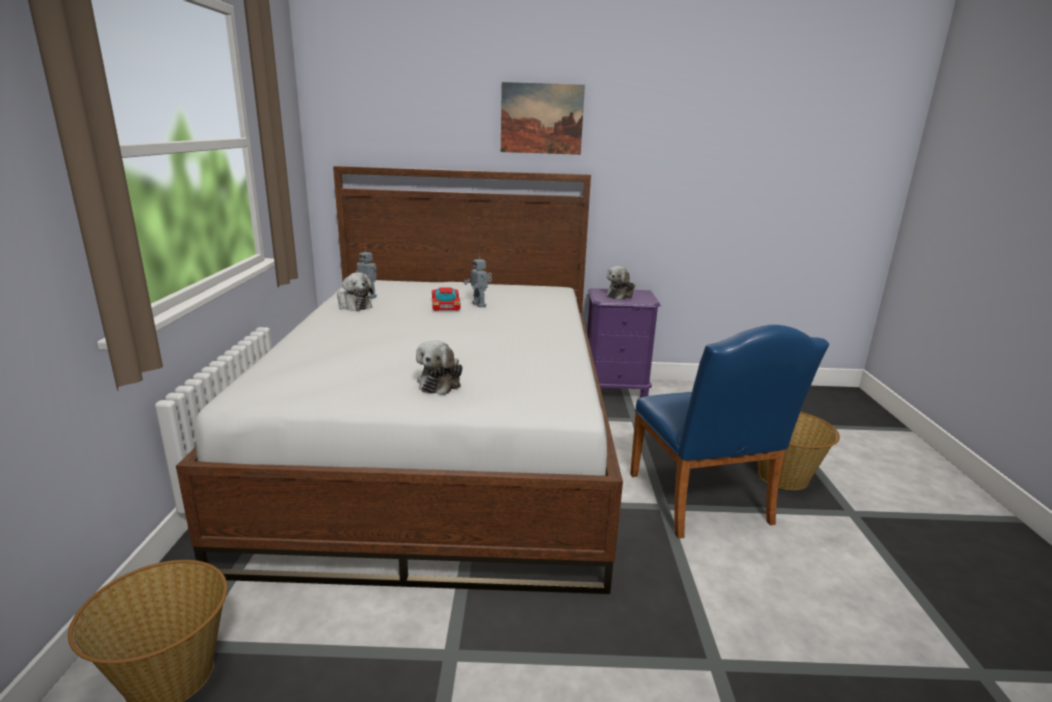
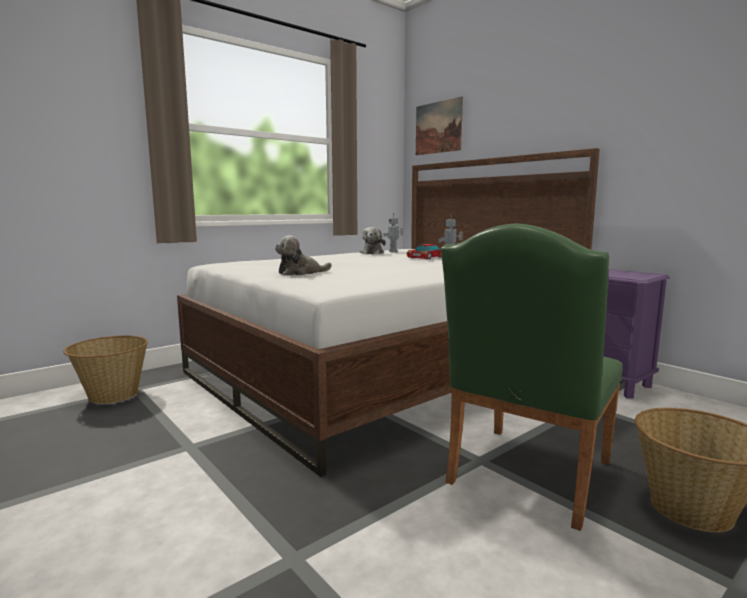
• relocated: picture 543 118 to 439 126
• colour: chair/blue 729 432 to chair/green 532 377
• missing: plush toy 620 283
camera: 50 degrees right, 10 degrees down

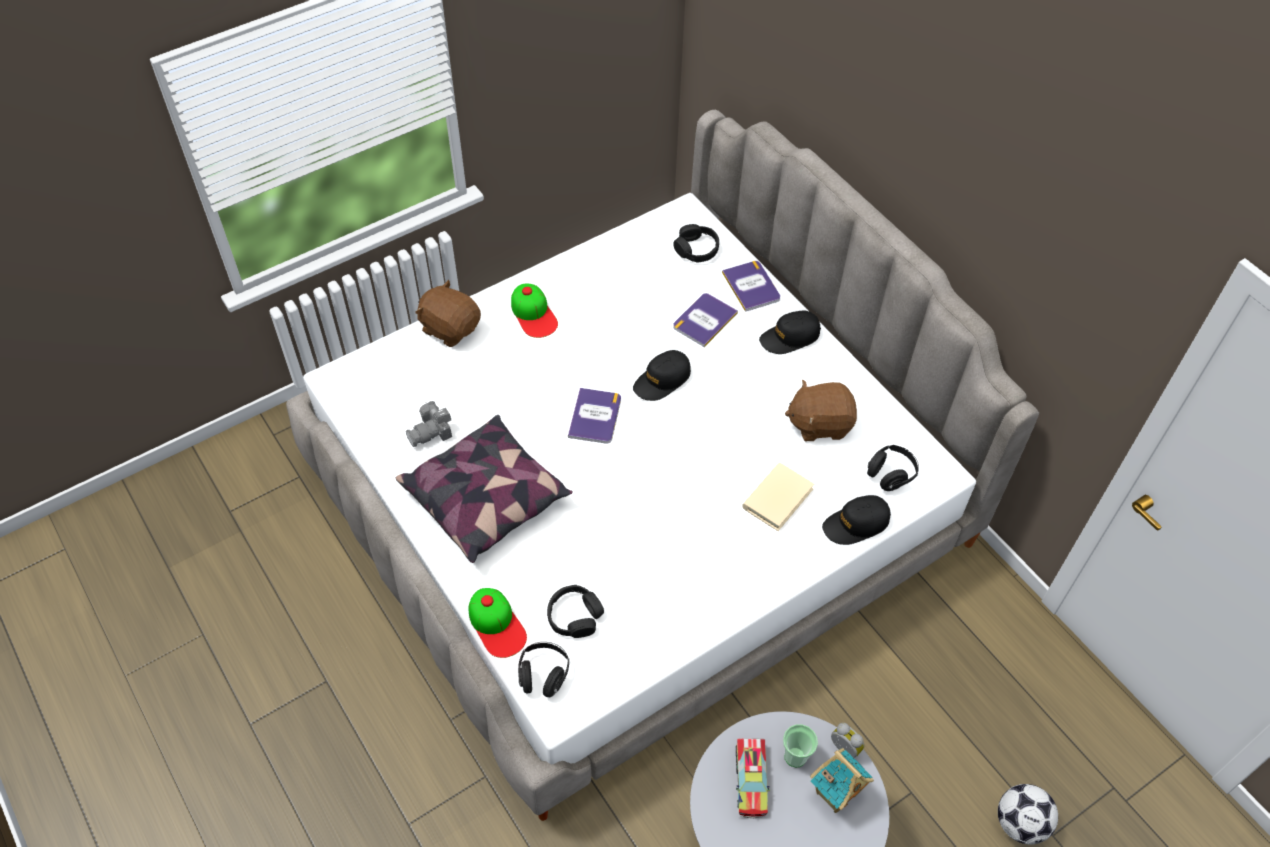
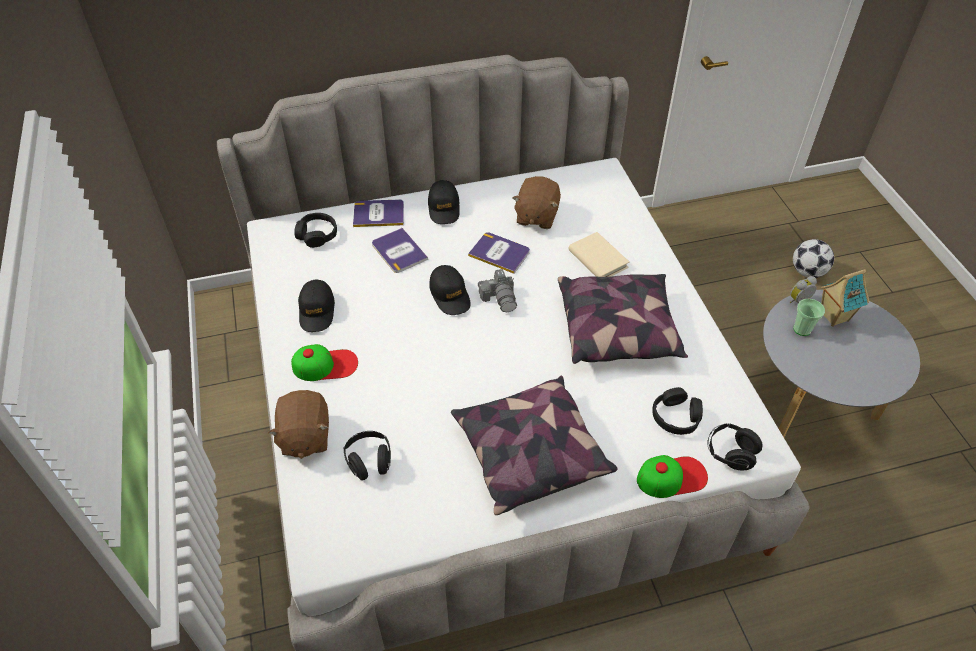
• spun: plush toy/brown 448 313 = 298 424 60 degrees counterclockwise
• relocated: cap/black 856 520 to 316 305
• relocated: headphones/black 893 468 to 367 455
• relocated: book 594 416 to 499 253
• relocated: photo camera 429 424 to 497 290
• appeared: pillow 623 319
• missing: toy truck 753 778
camera: 70 degrees left, 5 degrees down

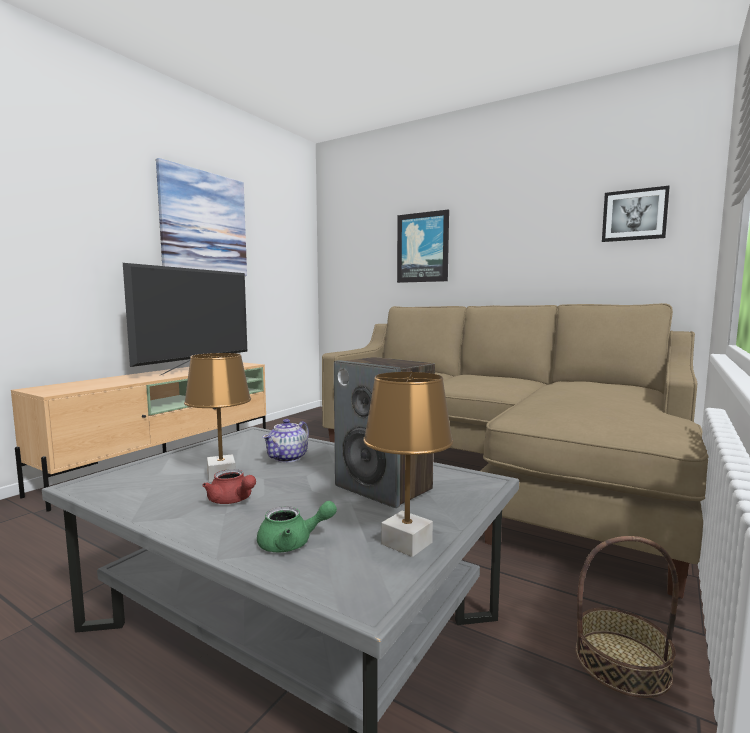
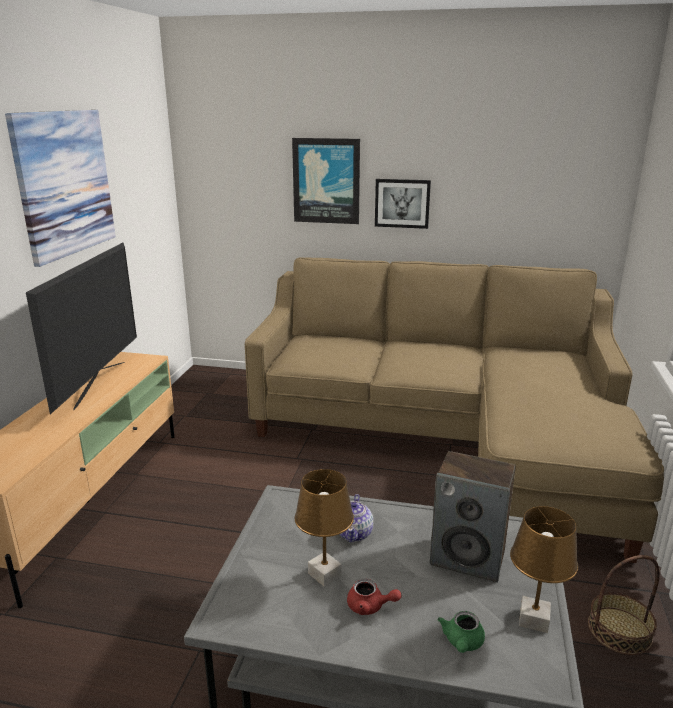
• relocated: picture 636 213 to 403 204
• spun: teapot/green 297 526 = 461 632 135 degrees clockwise
camera: 20 degrees left, 15 degrees up

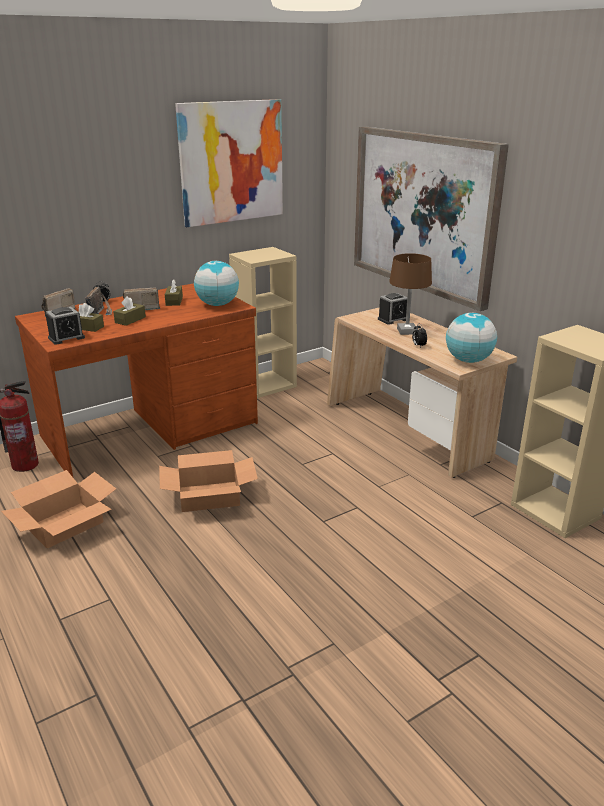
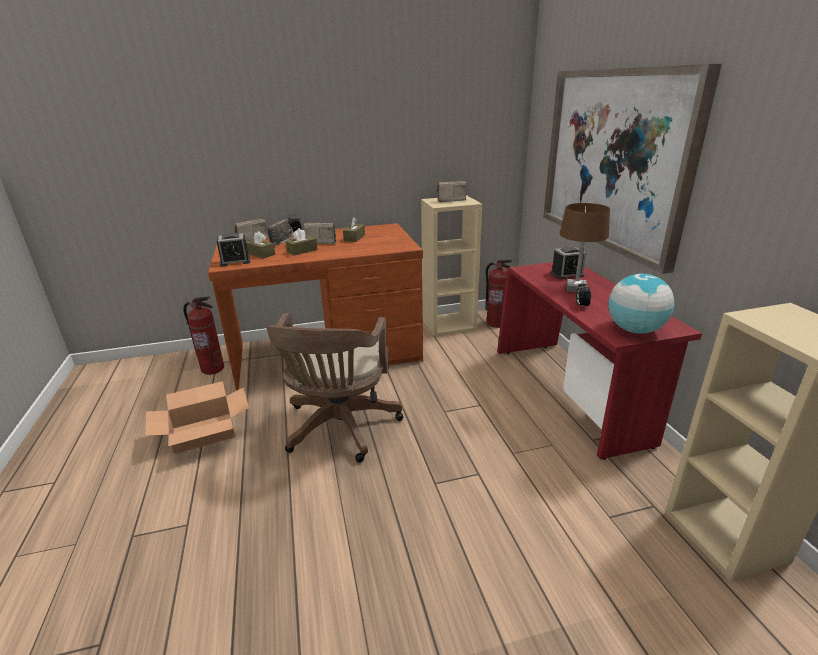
• exchanged: cardboard box 208 481 to office chair/brown 334 388
• appeared: radio 452 191
• appeared: fire extinguisher 499 293
• colour: desk/beige 422 393 to desk/red 599 361
• missing: picture 229 163
• missing: globe 216 283
camera: 20 degrees right, 0 degrees up

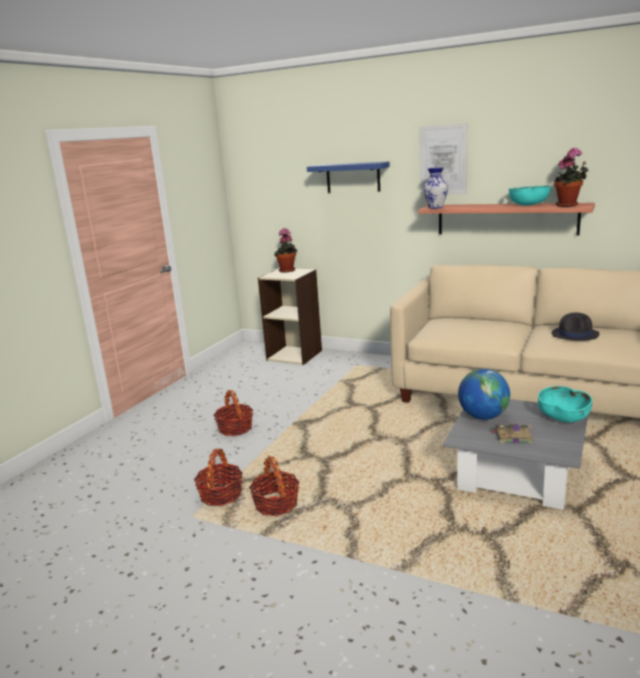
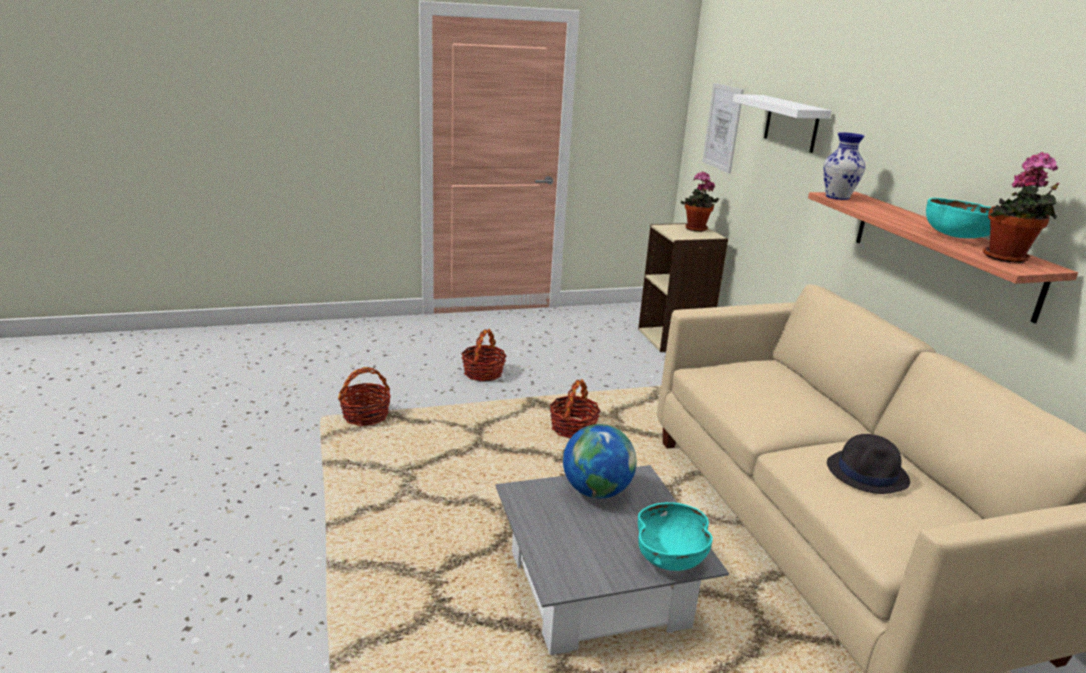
• relocated: basket 274 486 to 575 408
• relocated: picture 443 159 to 723 128
• colour: shelf/blue 348 177 to shelf/white 782 123
• missing: book 511 433
camera: 45 degrees right, 5 degrees up

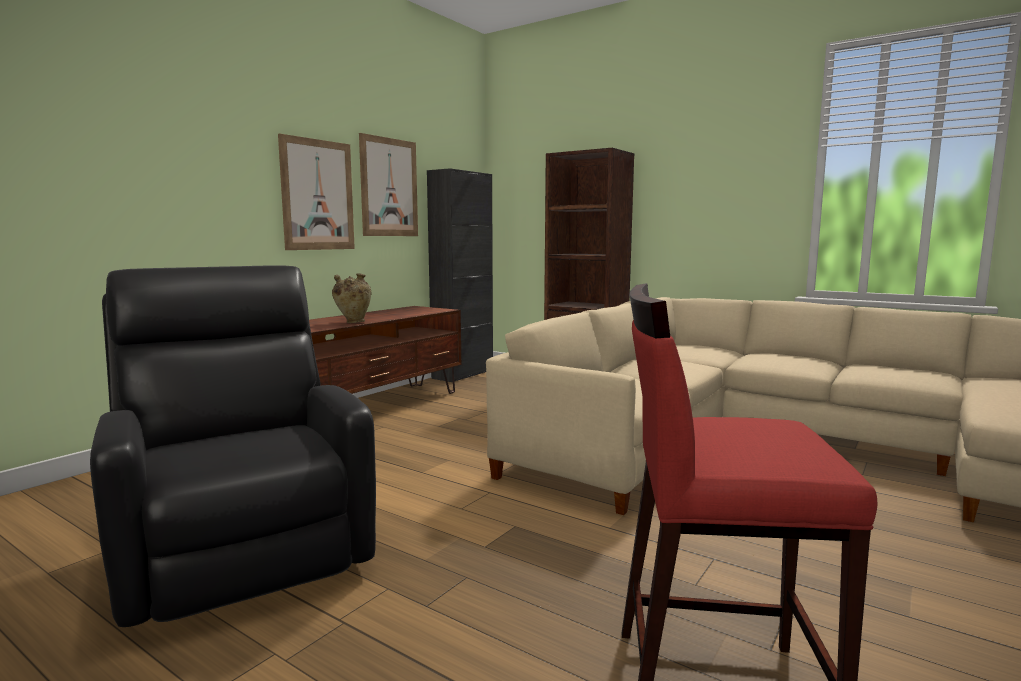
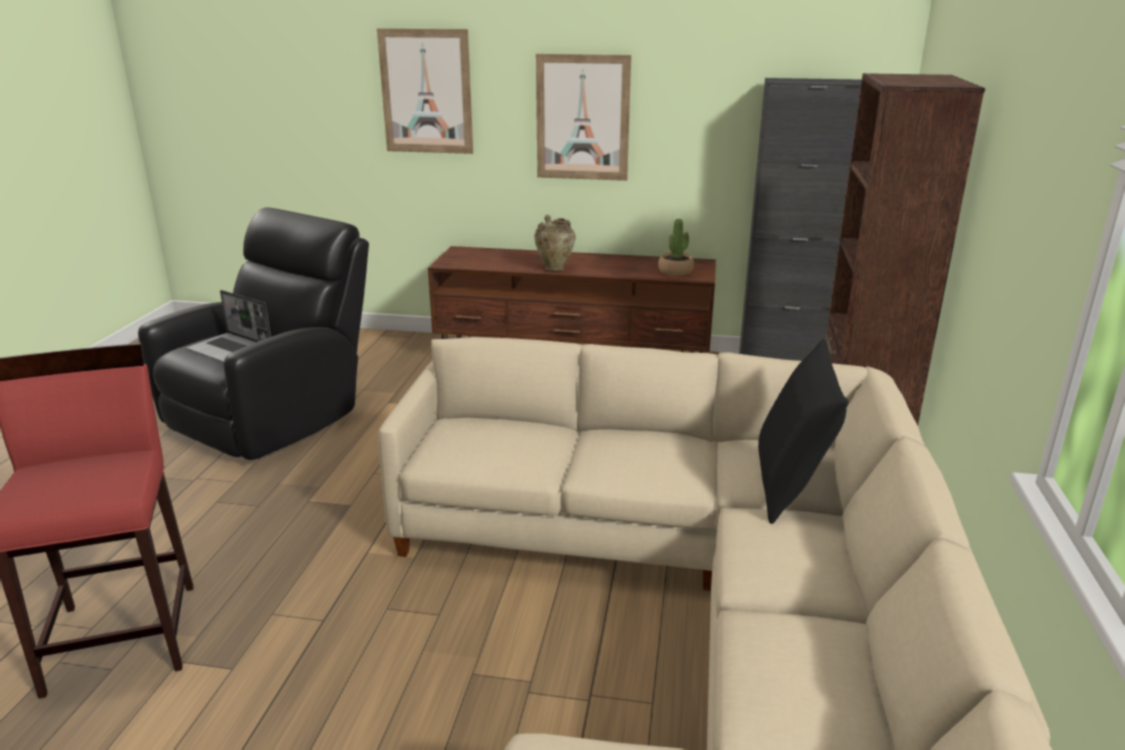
• appeared: laptop 229 326
• relocated: picture 388 184 to 425 91
• appeared: potted plant 676 247
• appeared: pillow/black 803 431
camera: 65 degrees right, 15 degrees up

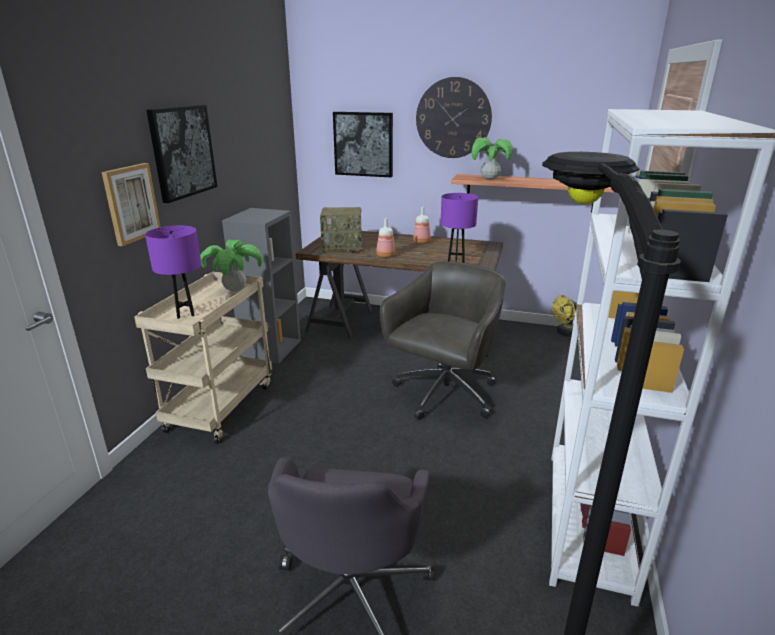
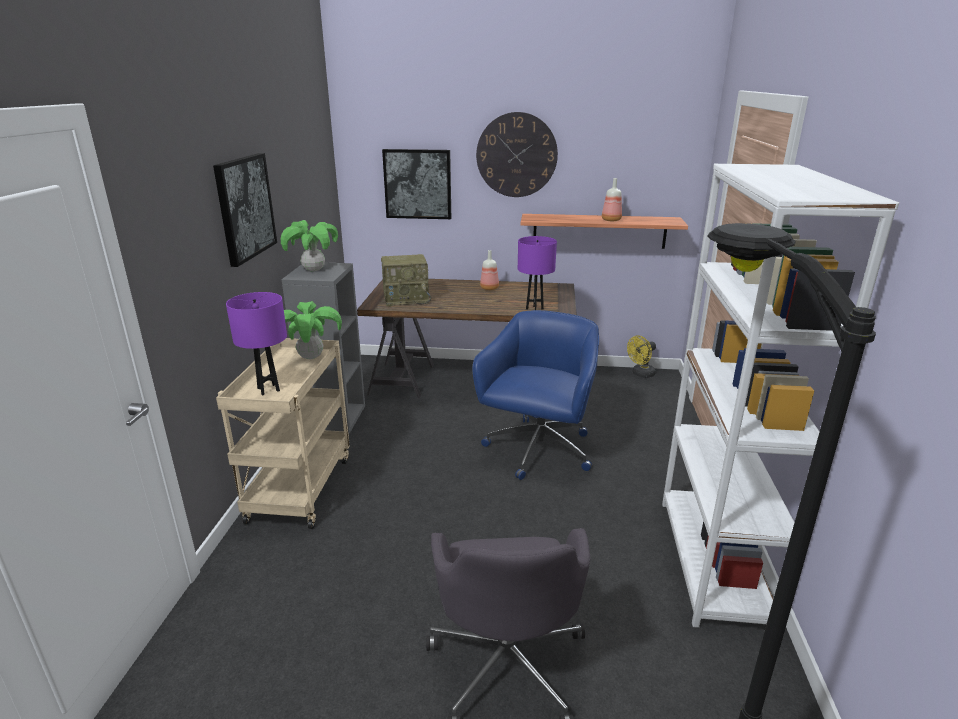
• relocated: potted plant 492 158 to 309 246
• colour: office chair/grey 443 340 to office chair/blue 536 395
• relocated: bottle 385 238 to 612 199
• missing: picture 131 204
camera: 10 degrees left, 0 degrees up

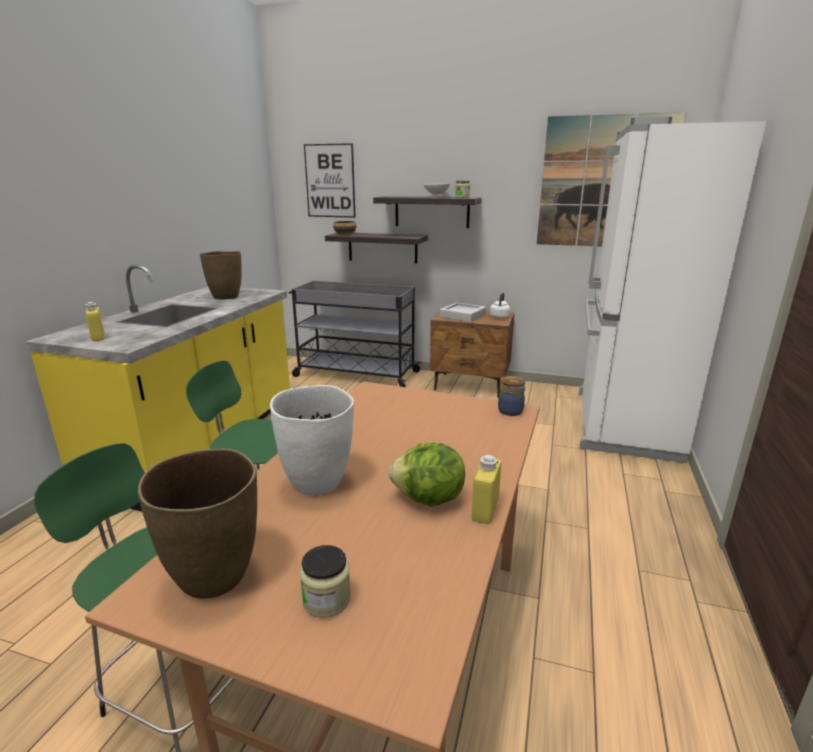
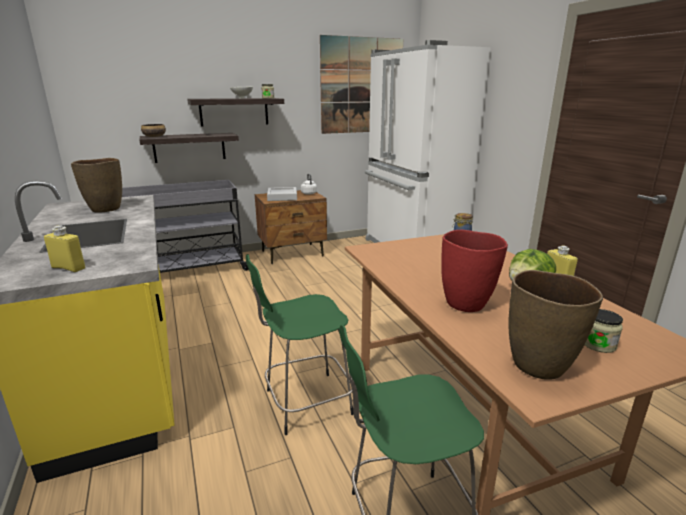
• colour: vase/white 312 440 to vase/red 474 271
• missing: picture 330 180
camera: 40 degrees left, 0 degrees up

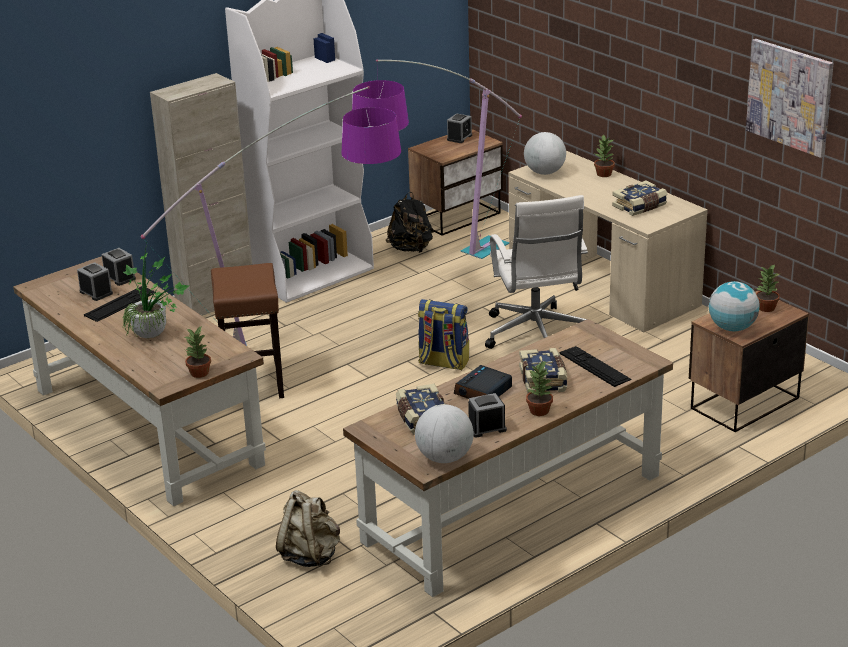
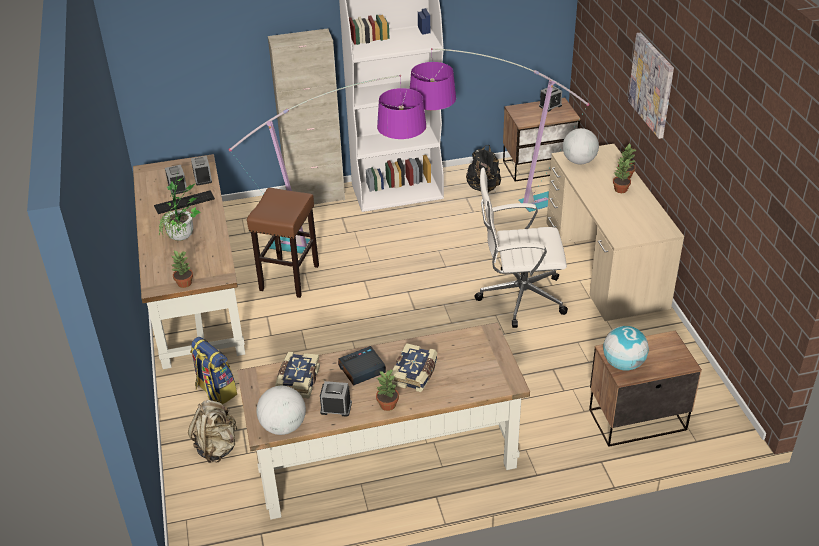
• relocated: backpack 443 334 to 213 371
• spun: office chair/white 536 272 = 521 248 75 degrees clockwise
• relocated: potted plant 768 288 to 622 175
• relocated: picture 789 98 to 651 86
• missing: keyboard 595 366
• missing: book 639 198
camera: 25 degrees right, 10 degrees up

